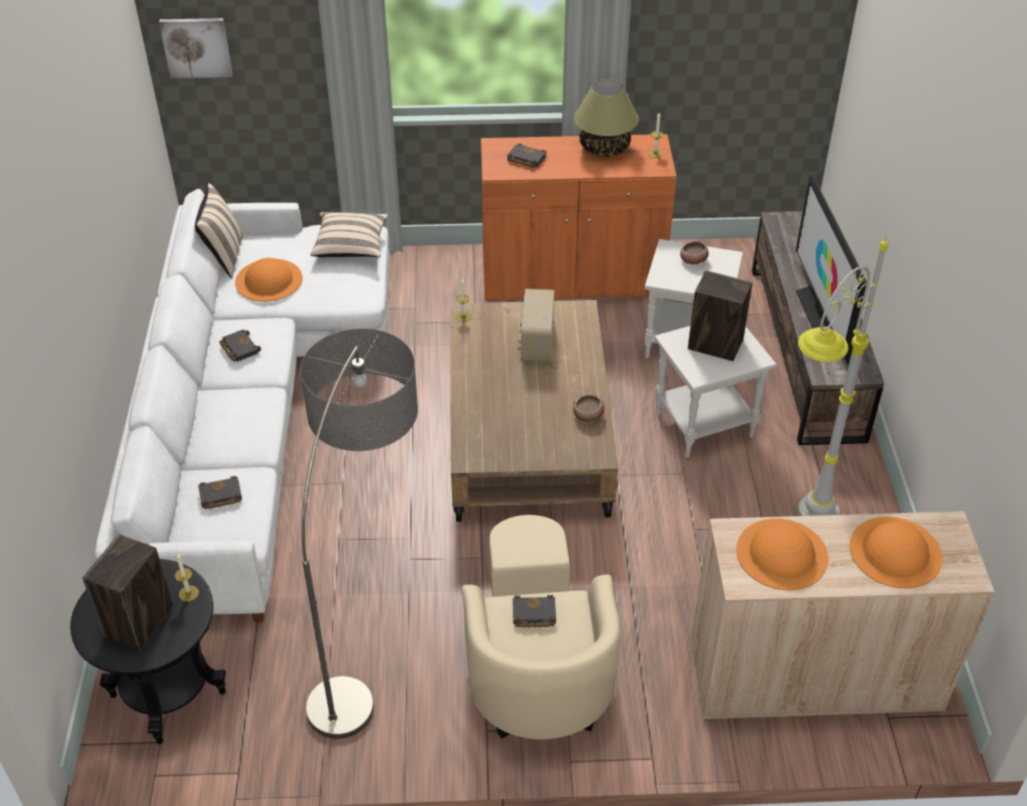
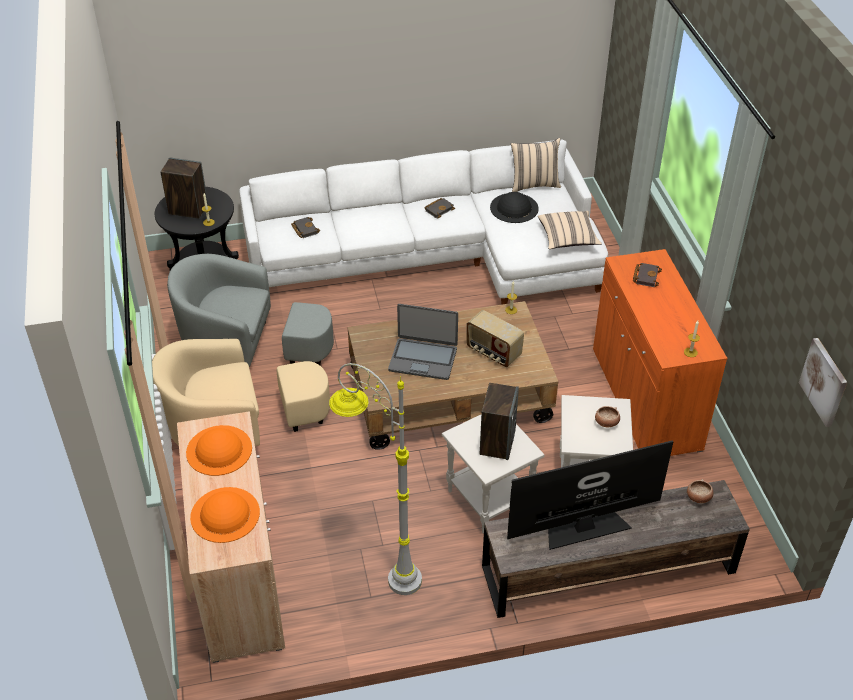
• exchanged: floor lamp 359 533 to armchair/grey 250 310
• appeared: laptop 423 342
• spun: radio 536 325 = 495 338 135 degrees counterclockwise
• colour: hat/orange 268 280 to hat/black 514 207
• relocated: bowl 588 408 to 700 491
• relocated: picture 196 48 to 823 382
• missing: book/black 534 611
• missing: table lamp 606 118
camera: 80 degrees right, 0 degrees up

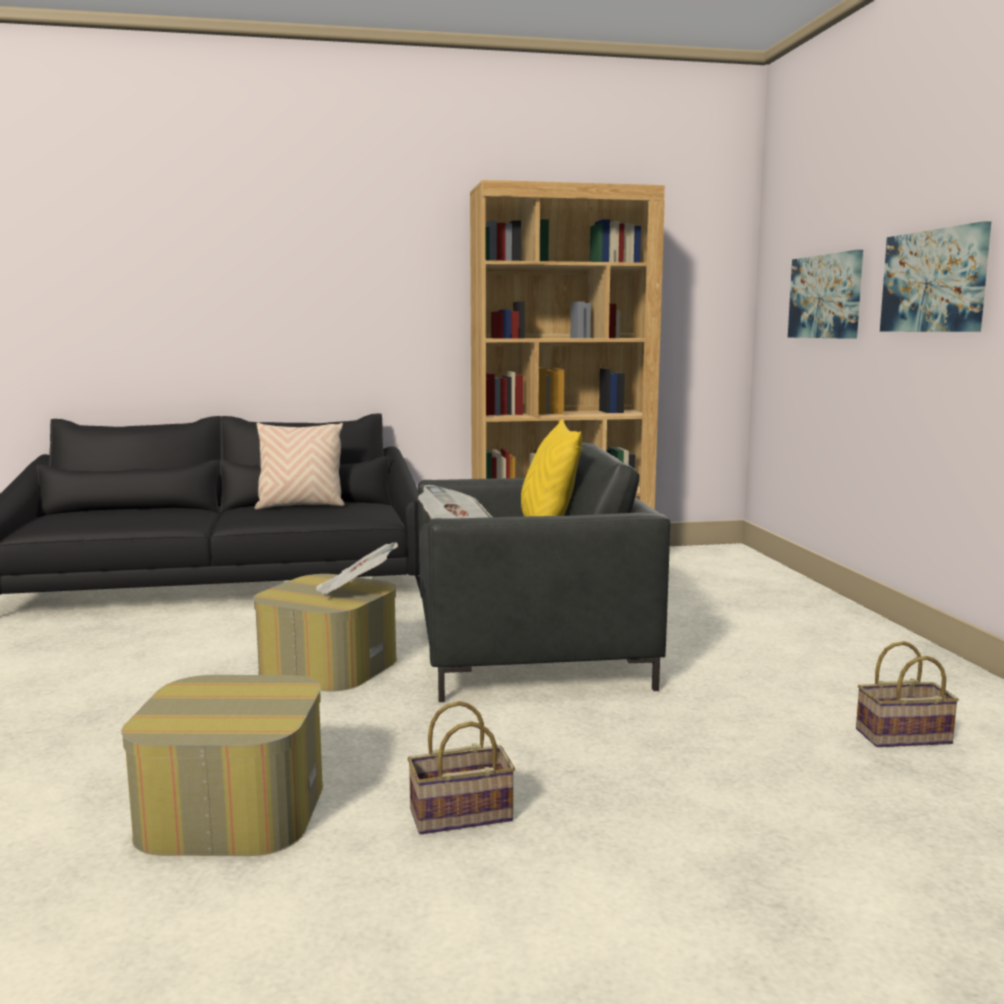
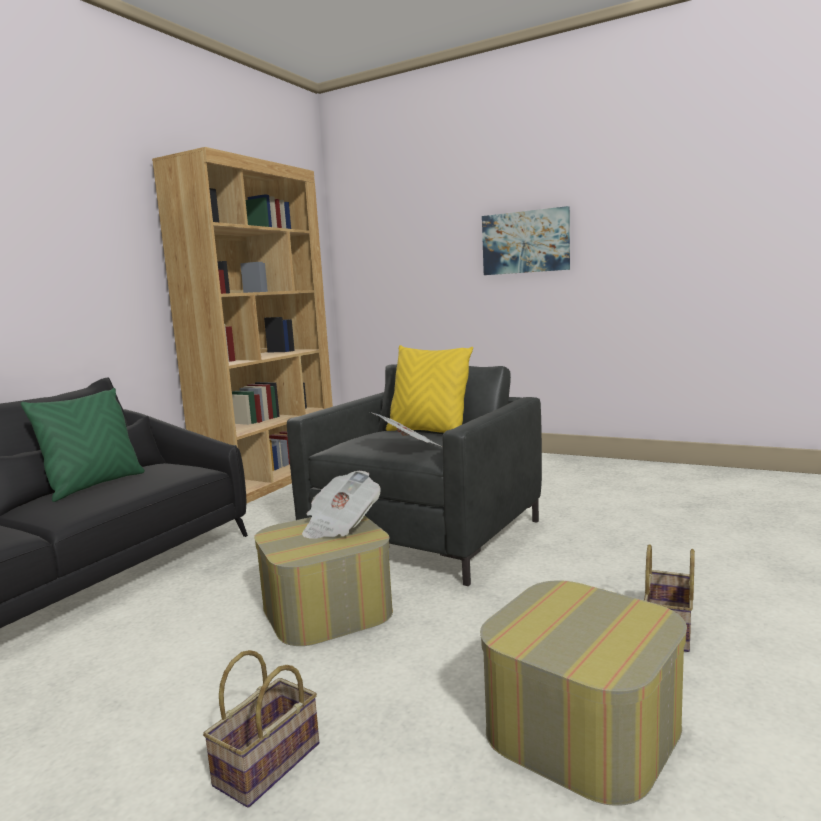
• colour: pillow/beige 300 466 to pillow/green 83 445
• relocated: basket 907 694 to 261 729
• missing: picture 825 294
camera: 50 degrees left, 0 degrees up

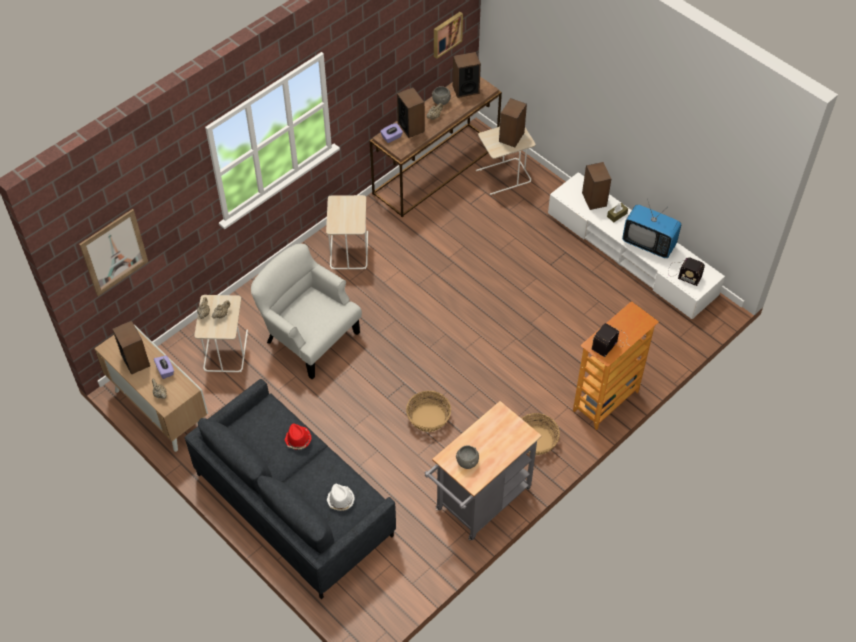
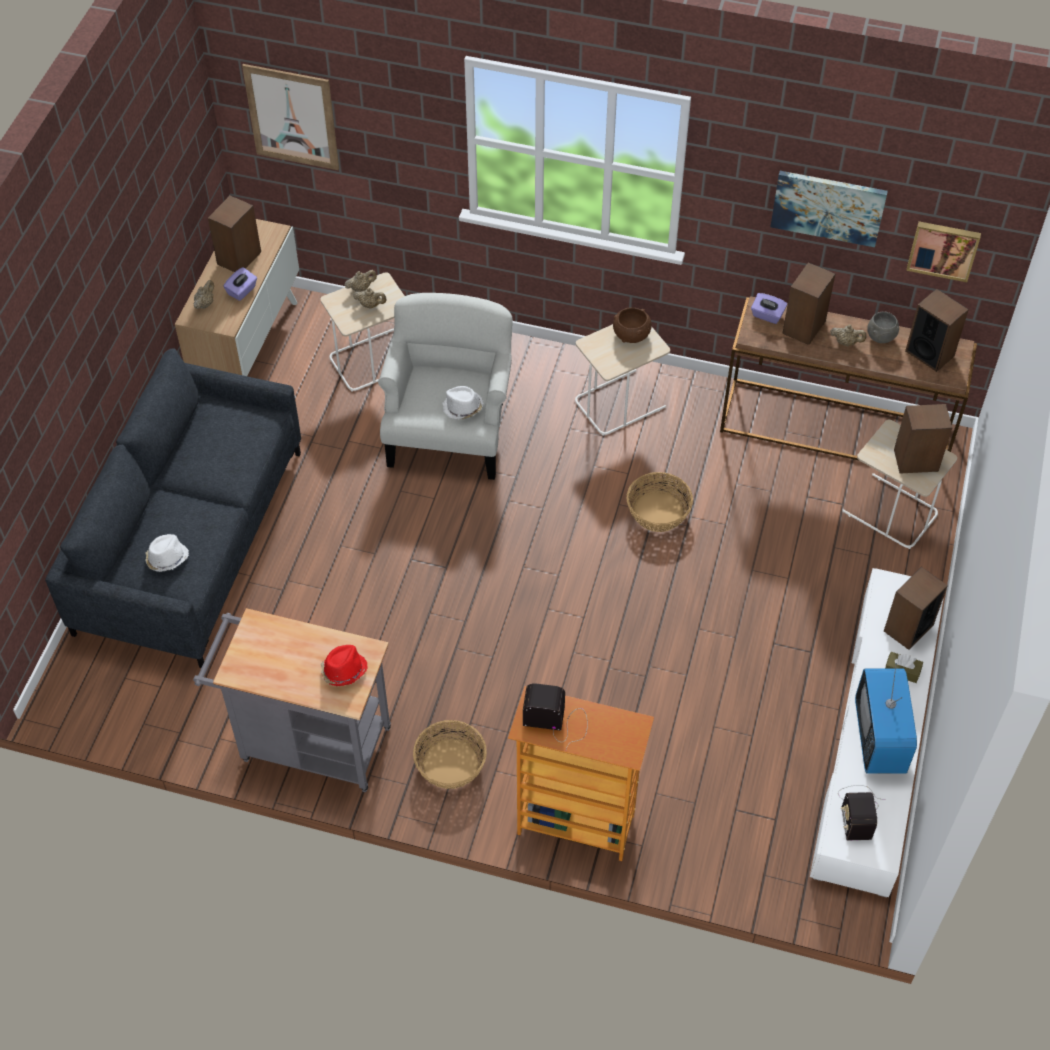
• relocated: hat/red 297 437 to 344 665
• appeared: hat/white 463 402
• appeared: bowl/brown 632 325
• relocated: basket 428 411 to 659 502
• appeared: picture 829 209
• missing: bowl/grey 467 457
camera: 60 degrees right, 0 degrees up

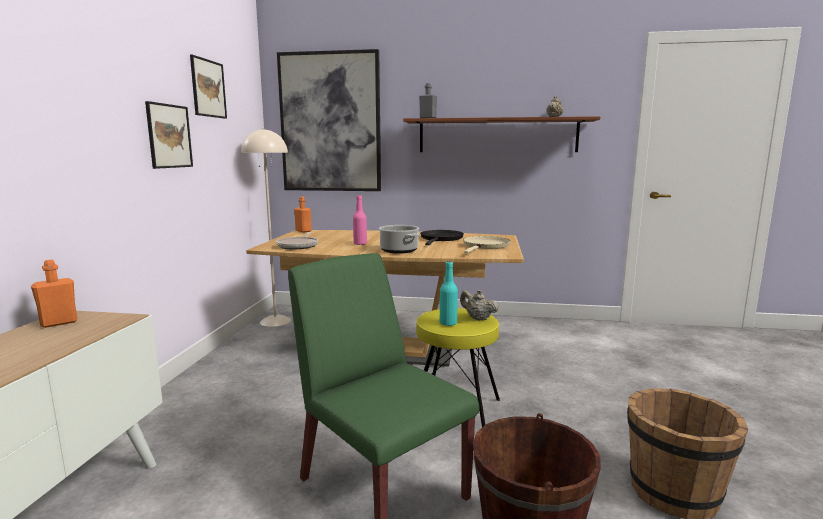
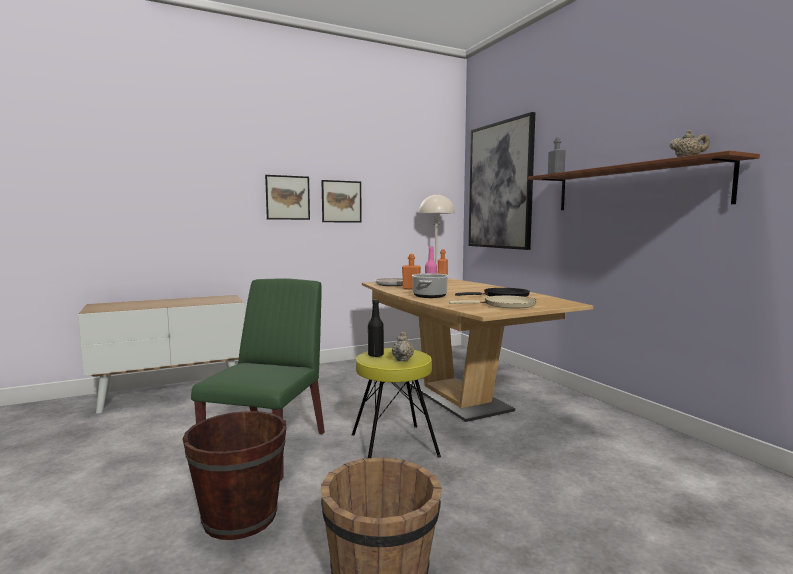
• relocated: picture 208 87 to 287 197
• colour: bottle/turquoise 449 293 to bottle/black 376 328
• relocated: bottle/orange 54 294 to 411 272
camera: 55 degrees right, 5 degrees down

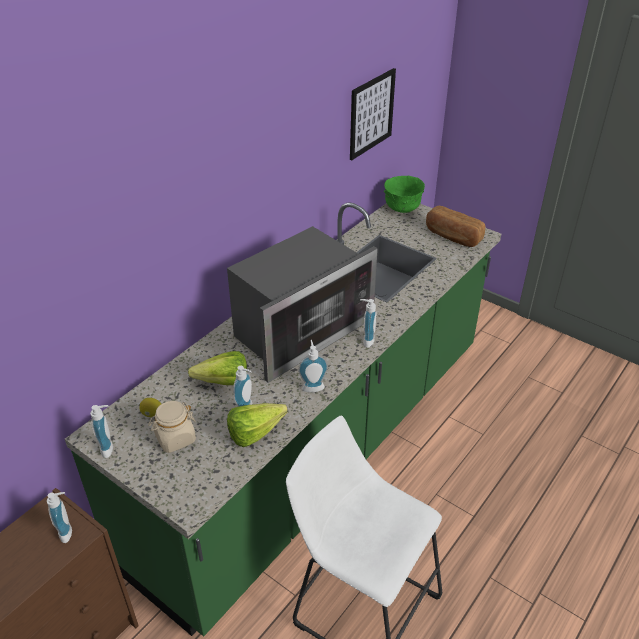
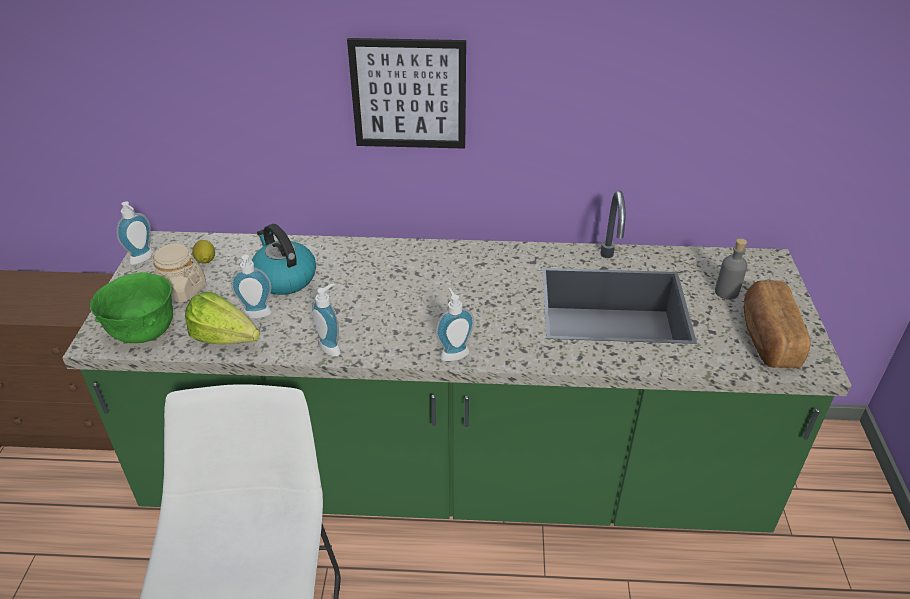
• relocated: bowl/green 404 194 to 131 307
• exchanged: lettuce 217 368 to kettle 284 259
• relocated: picture 373 114 to 406 93
• appeared: bottle/grey 731 269
• missing: soap dispenser 59 517
• missing: microwave 302 304
camera: 55 degrees right, 0 degrees up

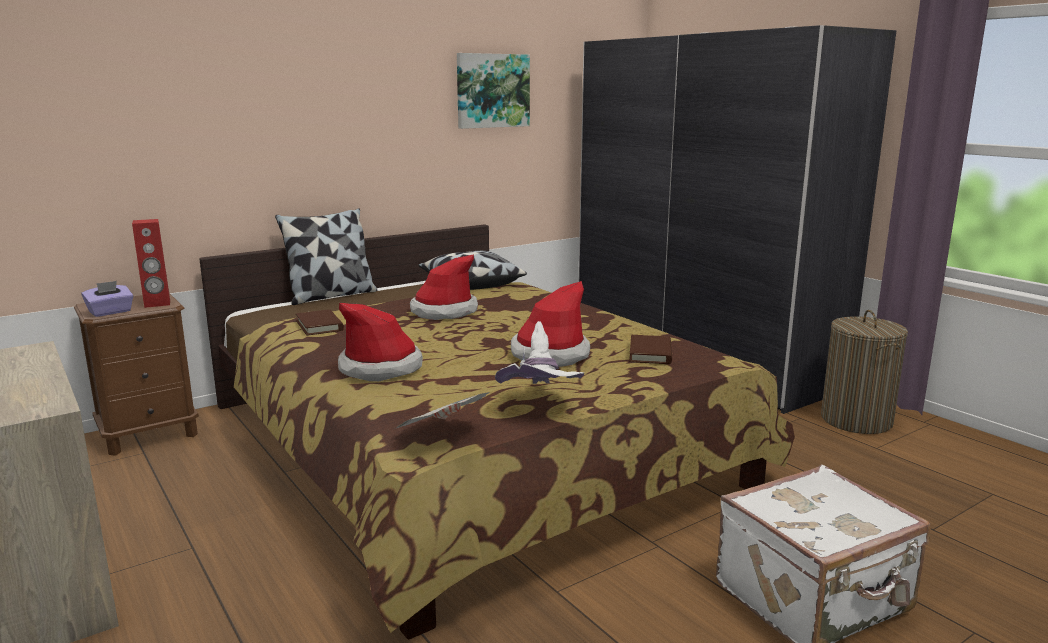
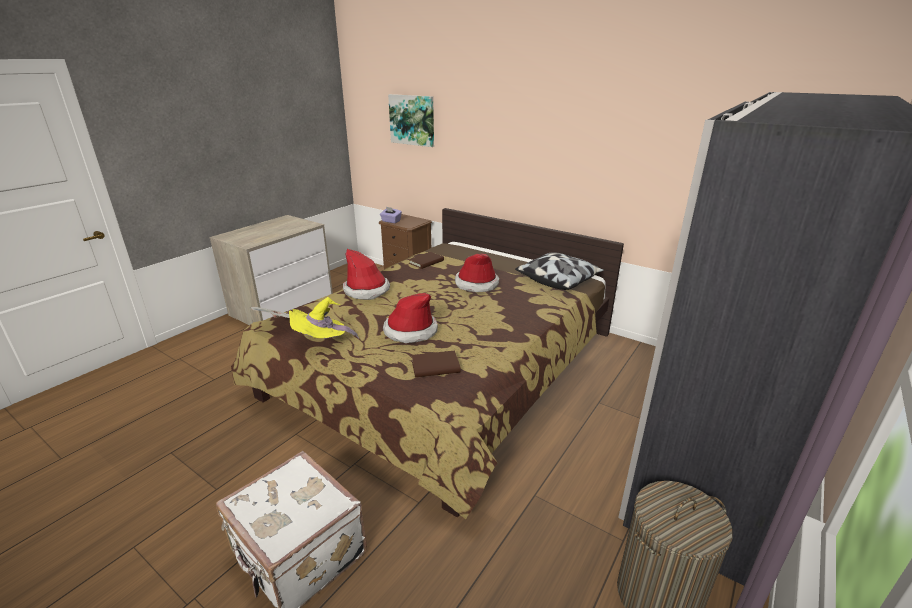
• colour: hat/white 539 352 to hat/yellow 324 318
• relocated: picture 493 91 to 411 120
• missing: speaker/red 151 263
• missing: pillow 326 256
camera: 70 degrees right, 10 degrees up

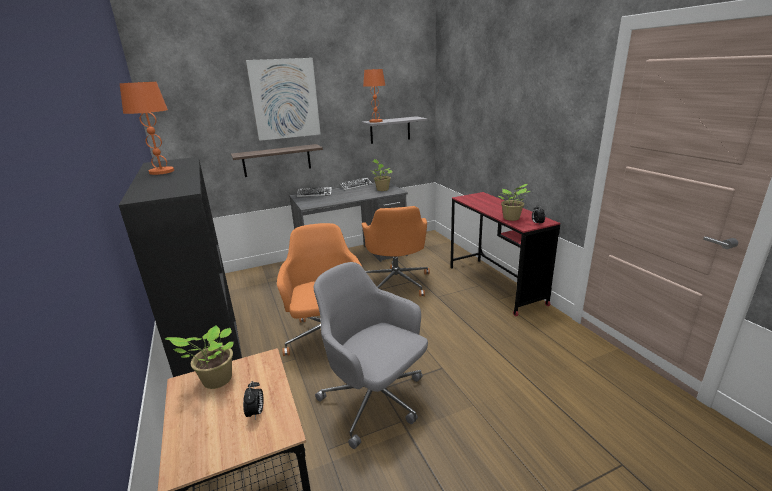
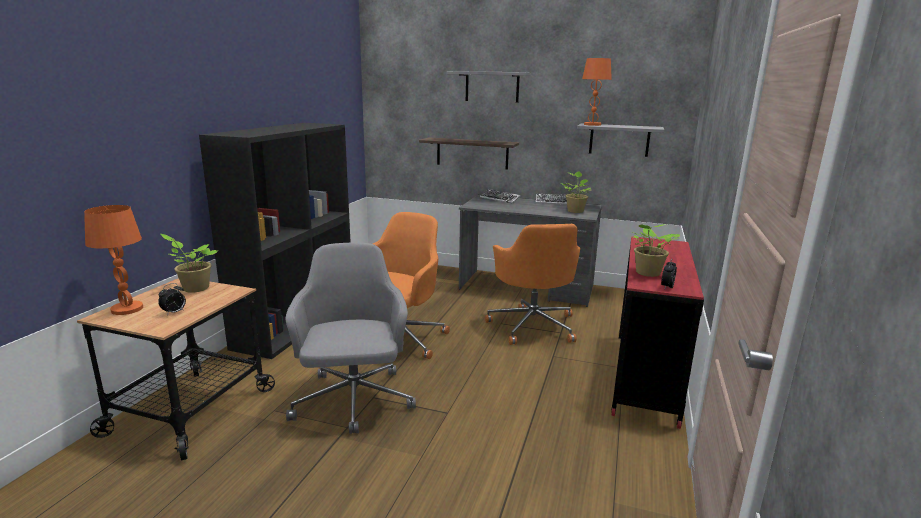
• relocated: table lamp/orange 147 128 to 113 260
• exchanged: picture 283 99 to shelf/grey 488 87
• spun: office chair/orange 395 251 = 532 284 45 degrees counterclockwise
camera: 40 degrees right, 5 degrees down

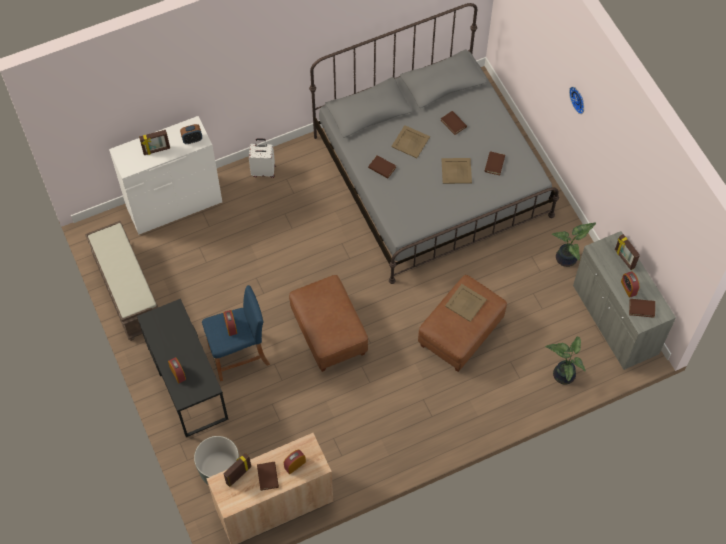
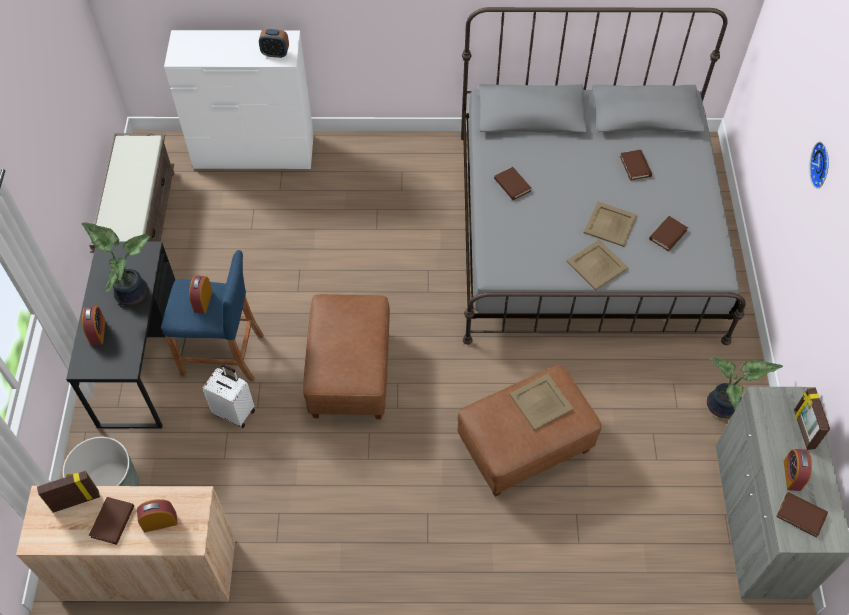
• relocated: potted plant 565 361 to 115 264
• relocated: suitcase/white 262 158 to 228 396
• relocated: tray/beige 410 141 to 597 265
• missing: picture frame 154 142
camera: 25 degrees right, 5 degrees down

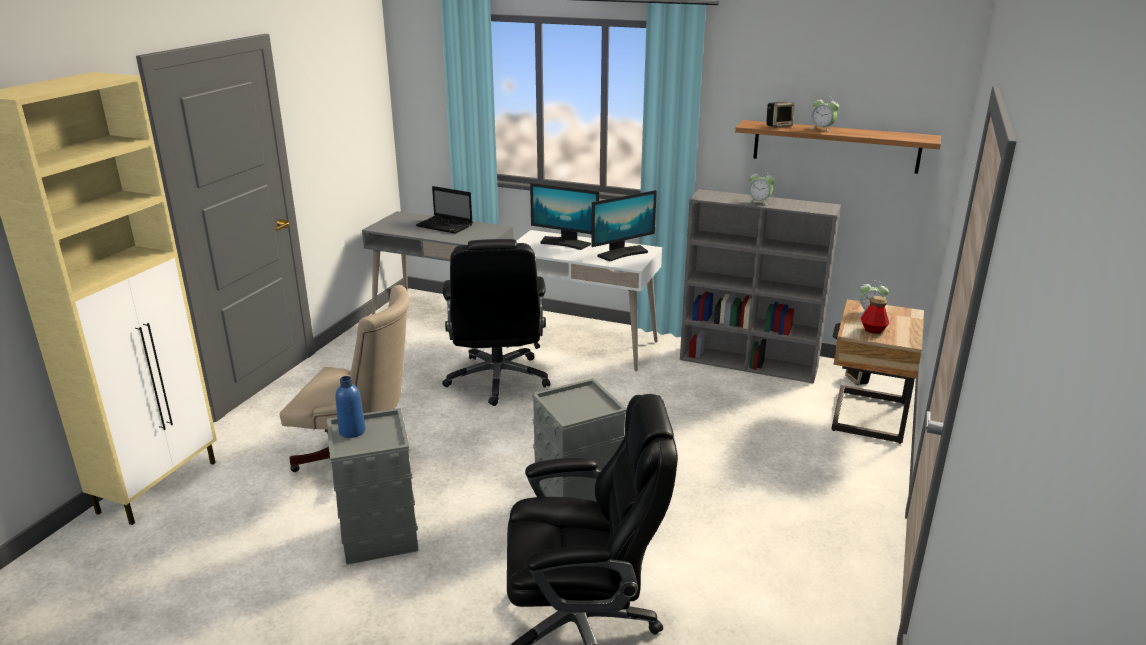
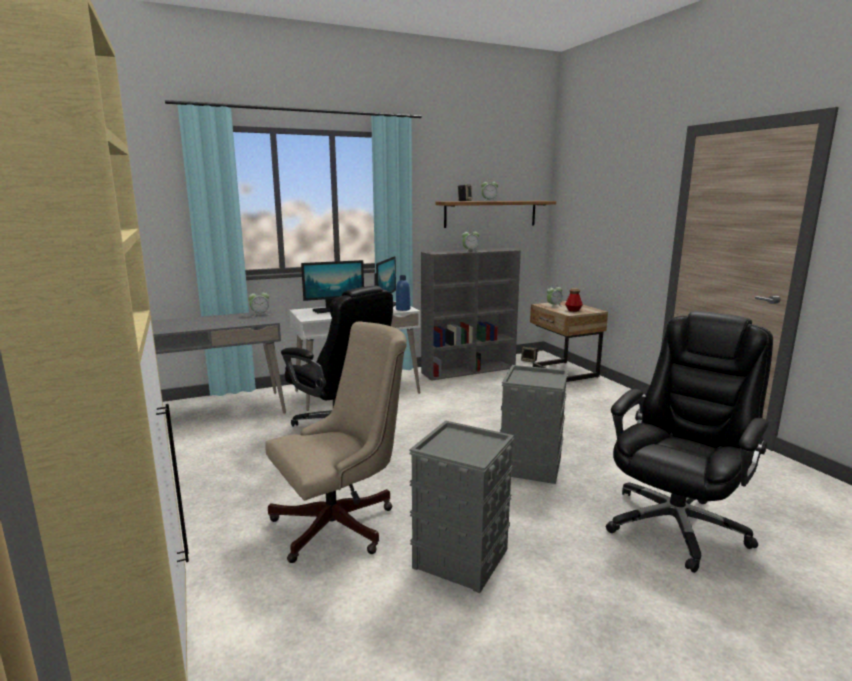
• appeared: alarm clock 258 303
• relocated: bottle/blue 350 407 to 403 293
• missing: laptop 444 210
camera: 45 degrees left, 10 degrees down

